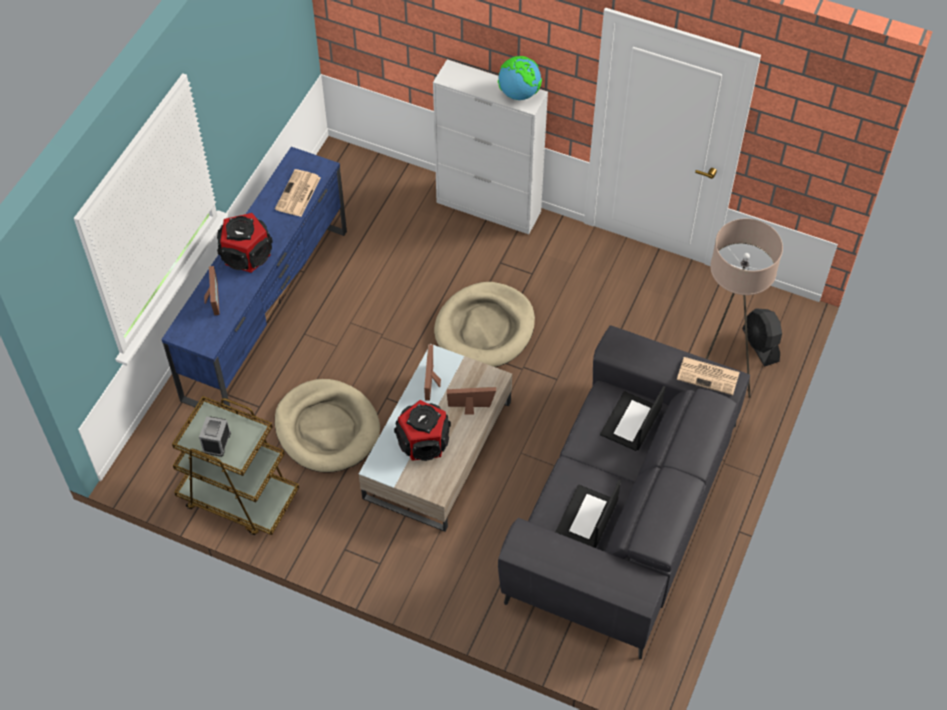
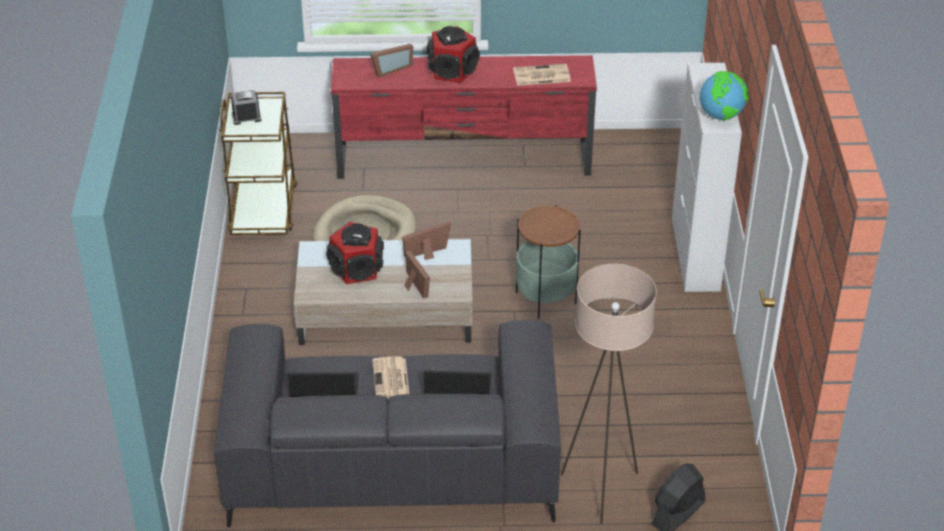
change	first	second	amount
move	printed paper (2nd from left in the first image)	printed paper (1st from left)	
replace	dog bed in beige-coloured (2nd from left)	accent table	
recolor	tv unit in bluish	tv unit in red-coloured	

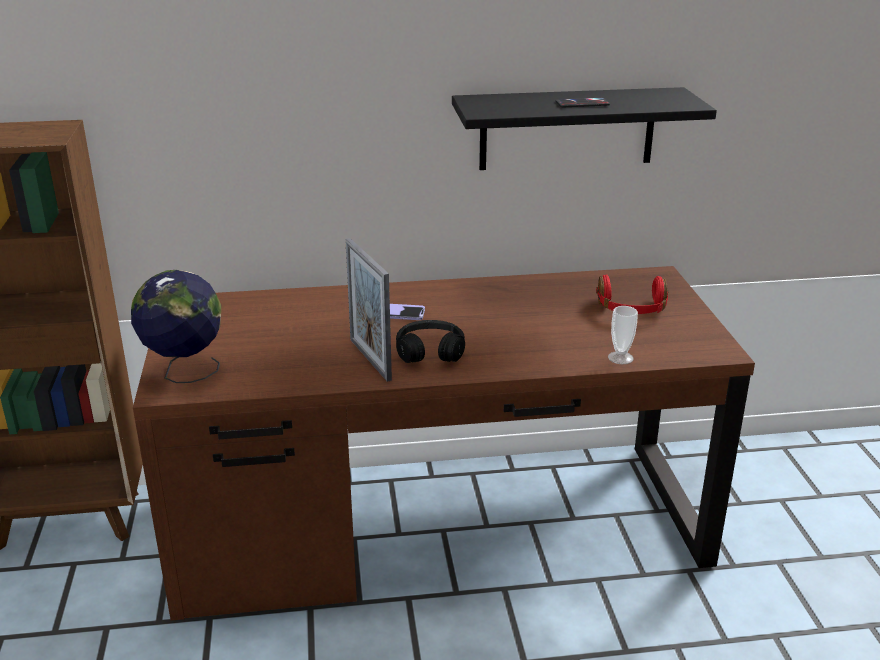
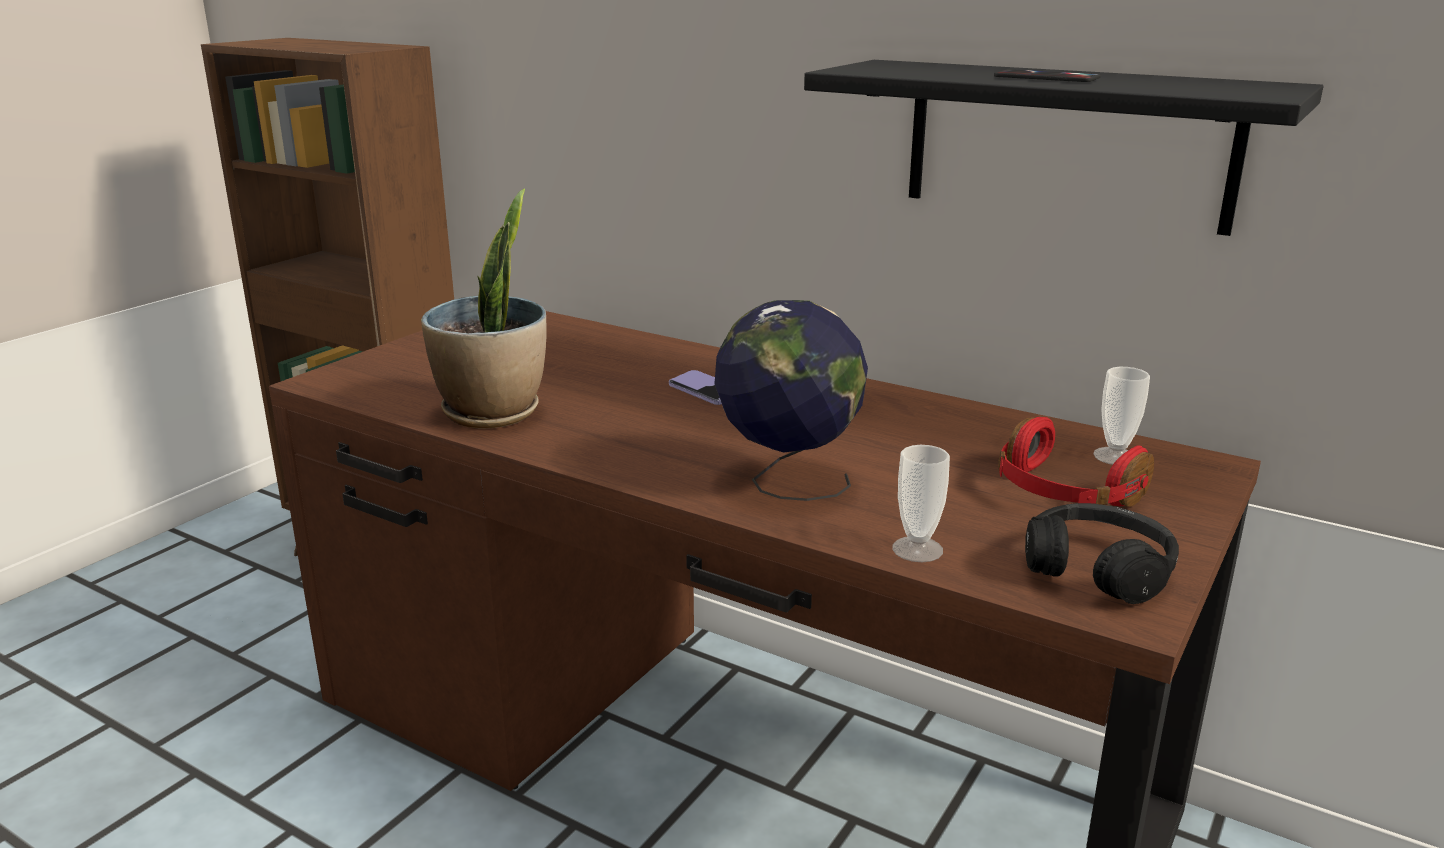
change	first	second	amount
delete	picture frame		
insert		houseplant	
insert		cup (2nd from left)	
move	globe		
move	pair of headphones in blackish		

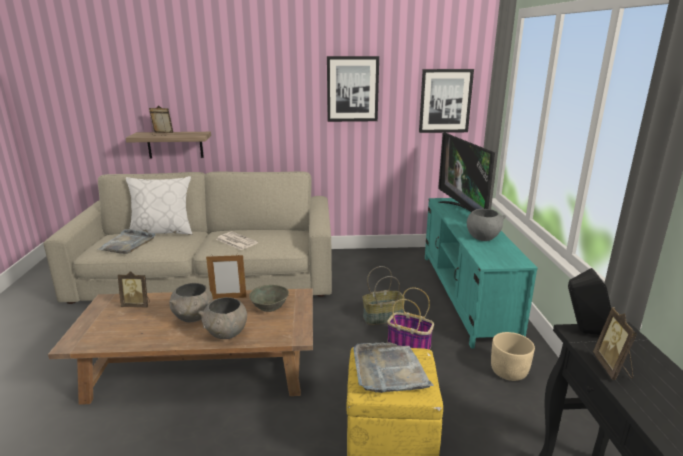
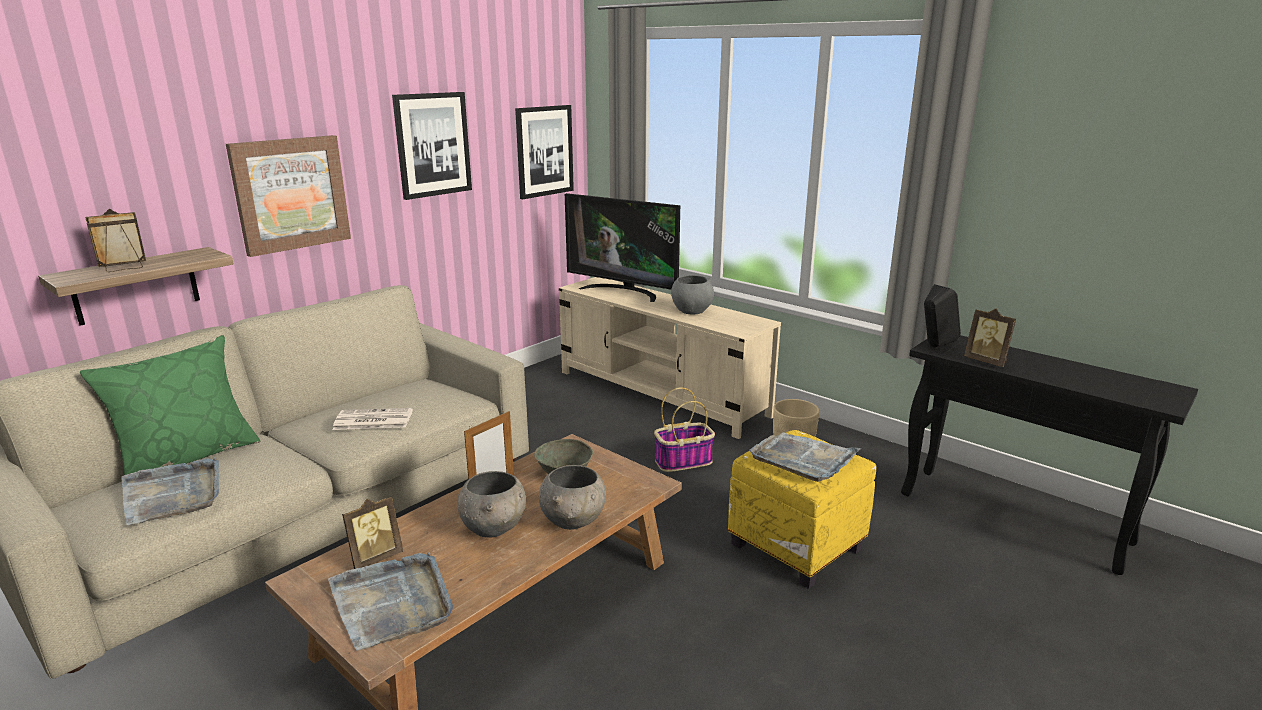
change	first	second	amount
delete	household basket (1st from left)		
insert		wall art (1st from left)	
insert		tray in gray (2nd from left)	
recolor	throw pillow in whitish	throw pillow in greenish	
recolor	tv unit in turquoise	tv unit in beige-coloured	

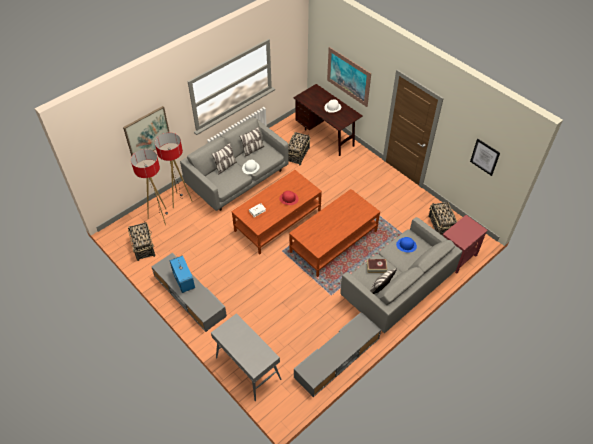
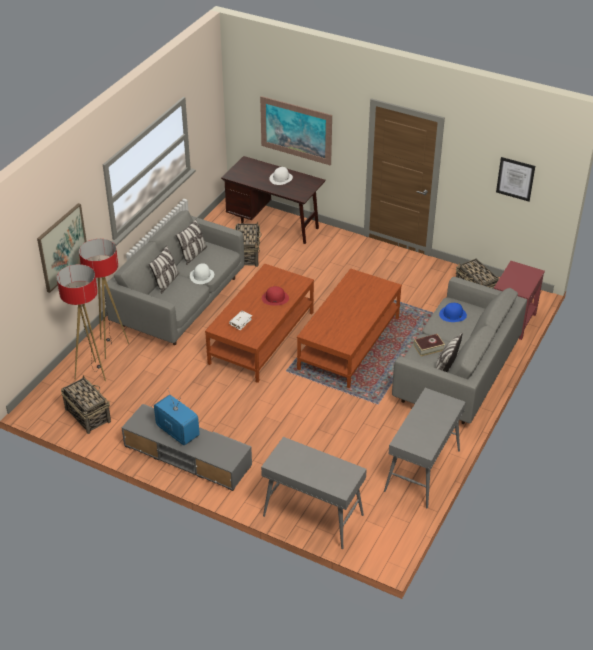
change	first	second	amount
replace	tv unit in gray (2nd from left)	narrow table in gray (2nd from left)	

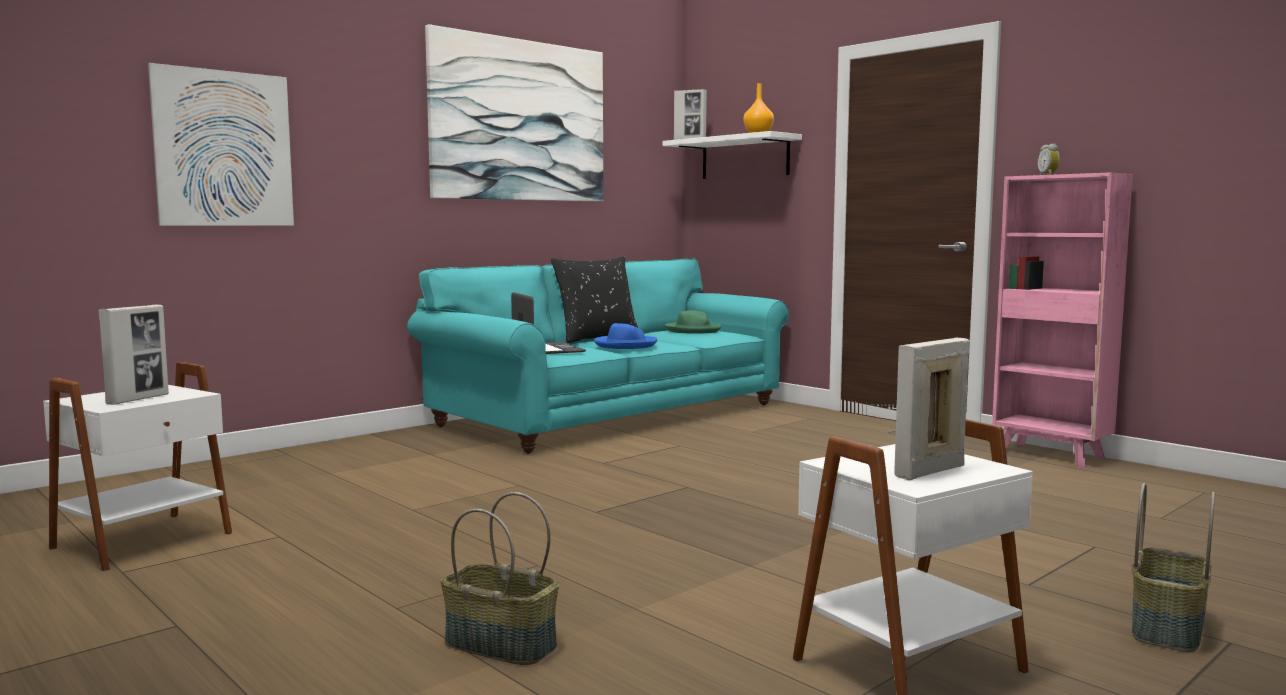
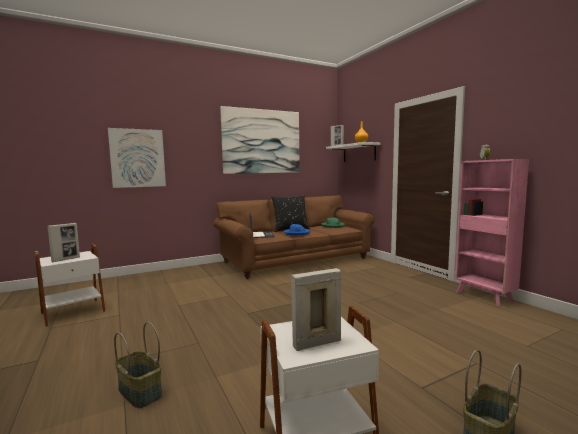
change	first	second	amount
recolor	settee in turquoise	settee in brownish	

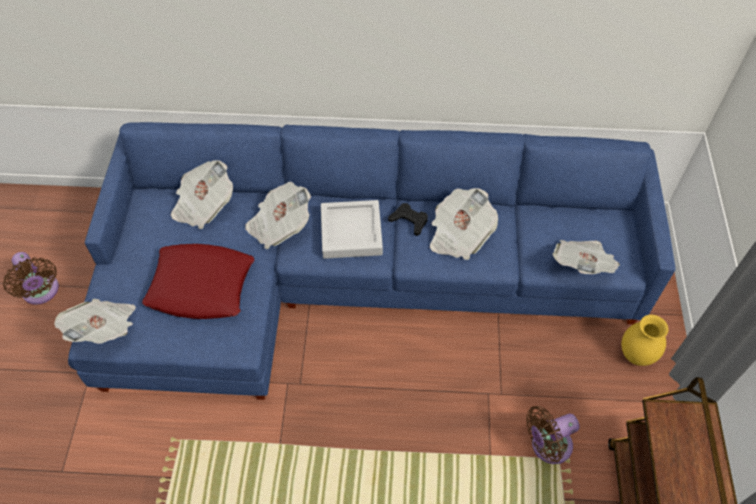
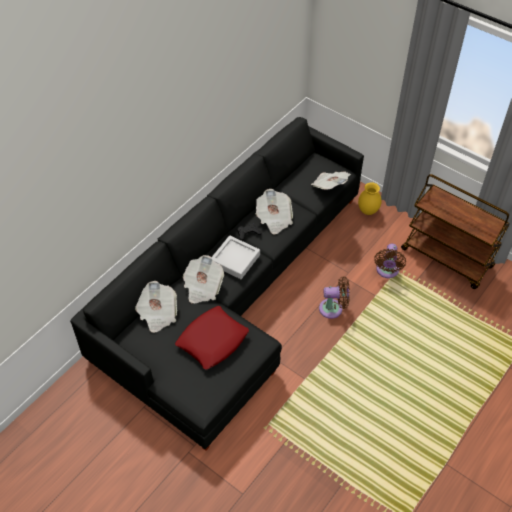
change	first	second	amount
delete	printed paper (1st from left)		
move	electric fan in brownish (1st from left)		
recolor	settee in bluish	settee in blackish	

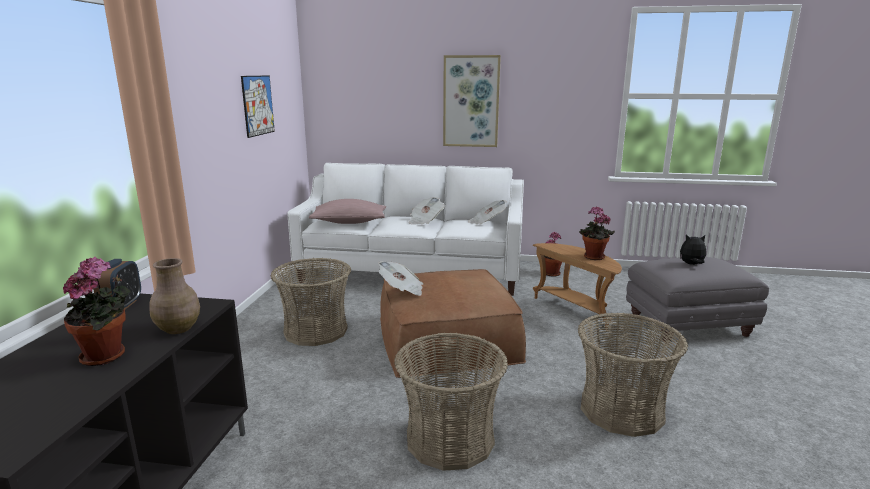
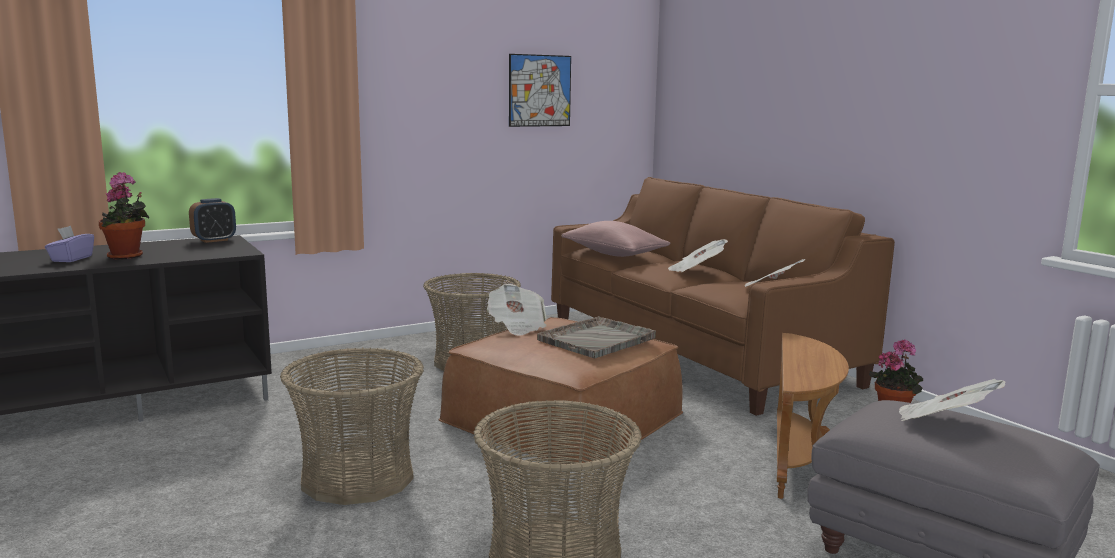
change	first	second	amount
delete	vase in brownish		
delete	wall art (2nd from left)		
delete	houseplant (3rd from left)		
insert		tissue box in purplish	
insert		tray in gray	
replace	soft toy	printed paper (4th from left)	
recolor	settee in whitish	settee in brownish	

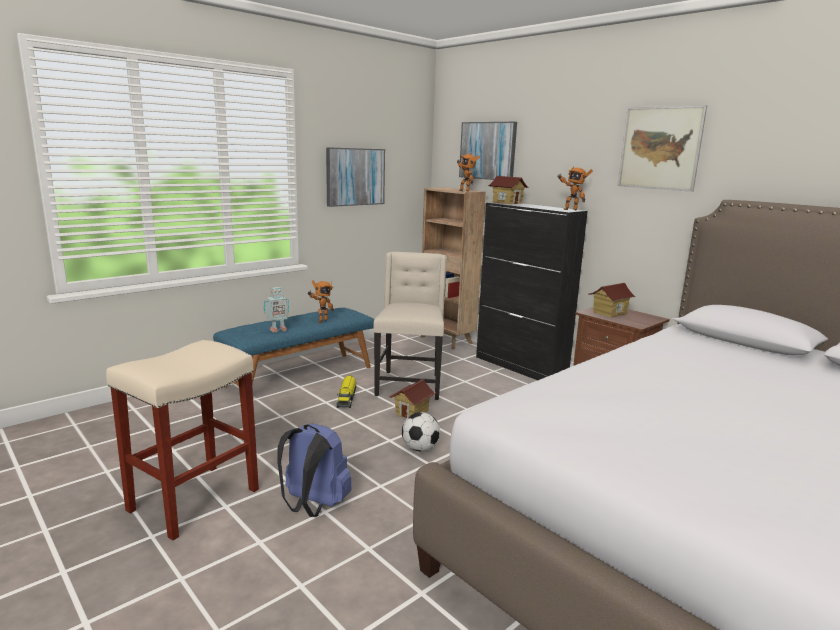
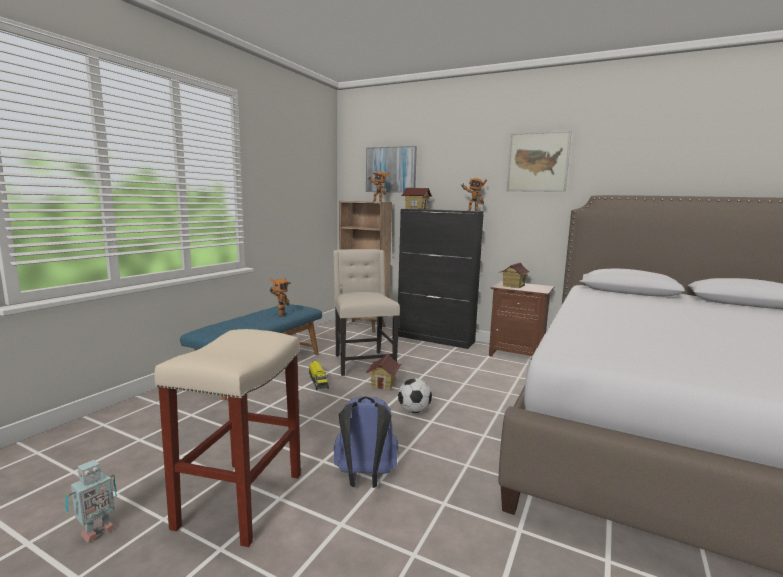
change	first	second	amount
delete	wall art (1st from left)		
move	robot figure (1st from left)		

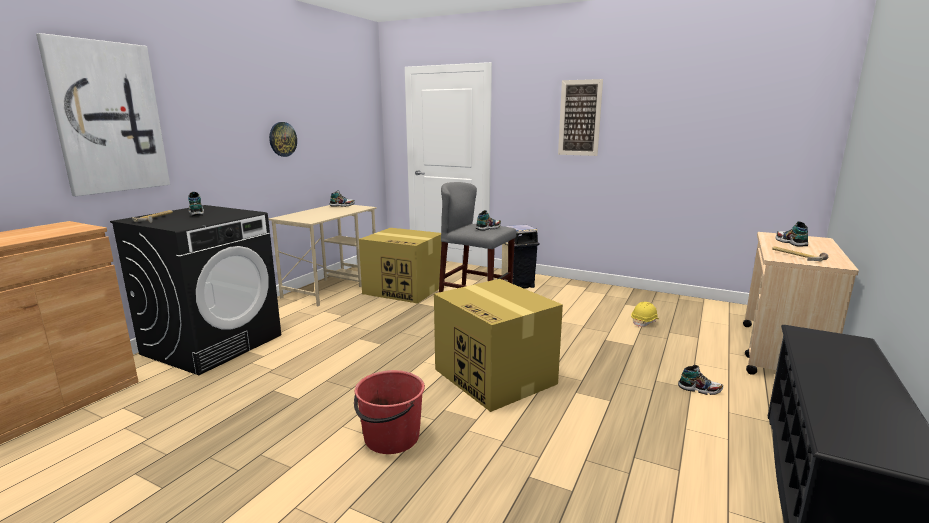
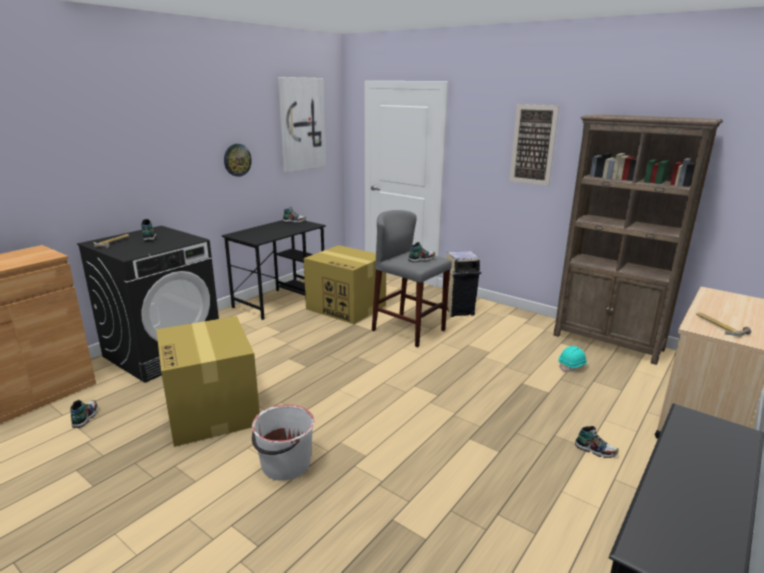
change	first	second	amount
insert		shelving unit in brownish	
move	wall art (1st from left)		
move	carton (2nd from left in the first image)	carton (1st from left)	
move	low shoe (5th from left in the first image)	low shoe (1st from left)	
recolor	desk in beige-coloured	desk in blackish	
recolor	water bucket in red-coloured	water bucket in whitish	
recolor	hard hat in yellow-coloured	hard hat in turquoise	

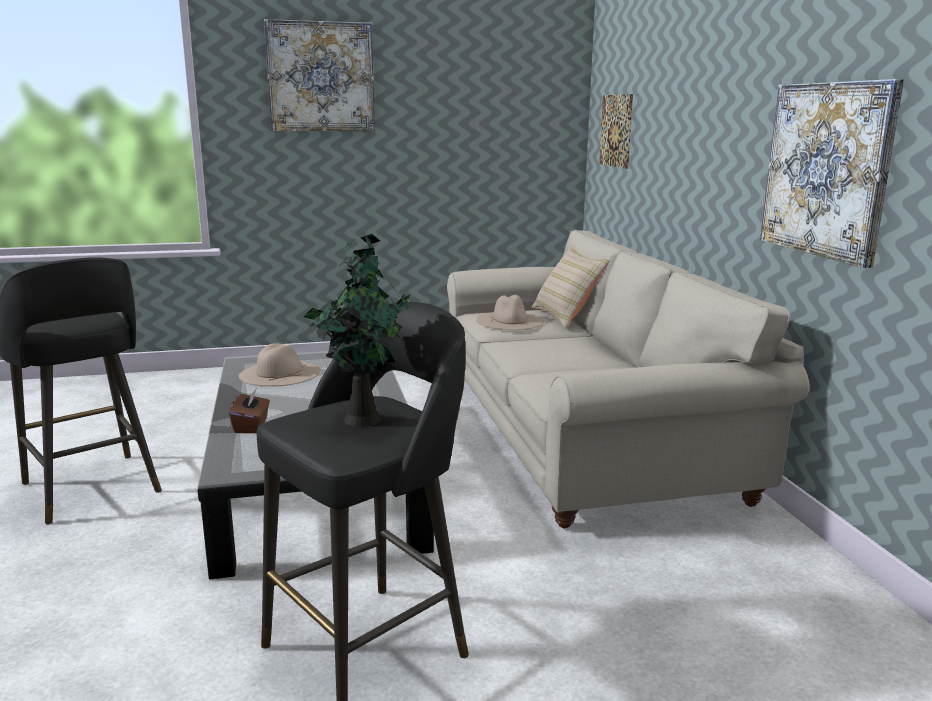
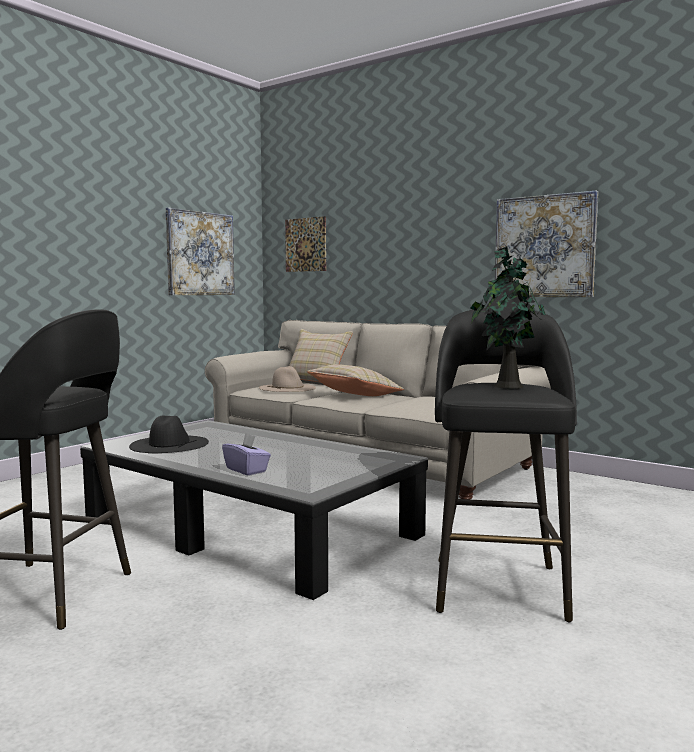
change	first	second	amount
insert		throw pillow in beige-coloured (2nd from left)	
move	wall art (1st from left)		
recolor	tissue box in brownish	tissue box in purplish	
recolor	wearable hat in beige-coloured (1st from left)	wearable hat in blackish	

